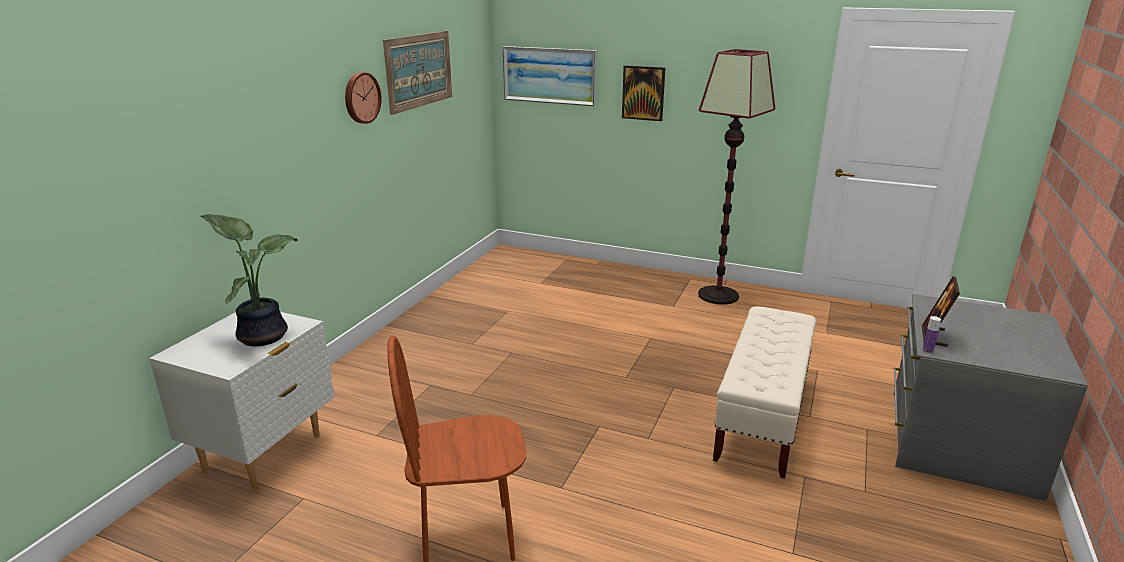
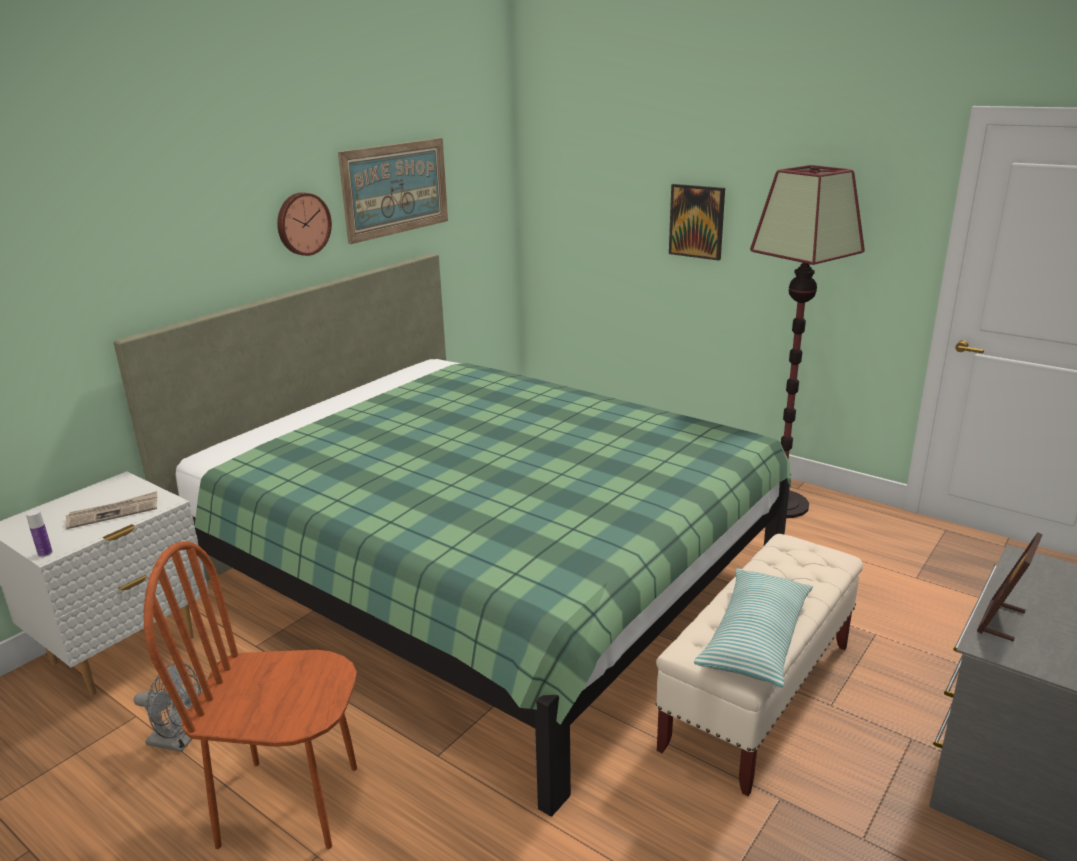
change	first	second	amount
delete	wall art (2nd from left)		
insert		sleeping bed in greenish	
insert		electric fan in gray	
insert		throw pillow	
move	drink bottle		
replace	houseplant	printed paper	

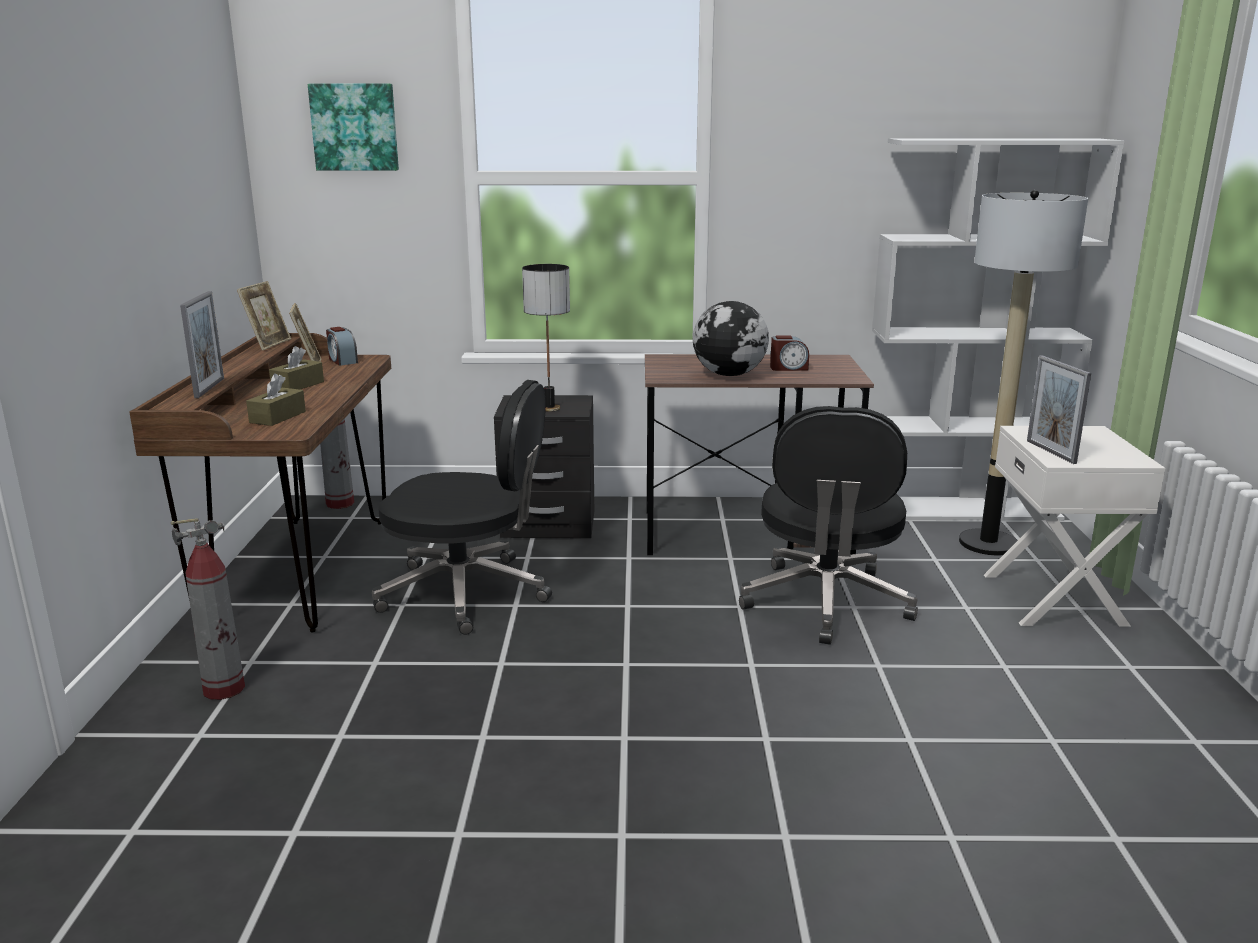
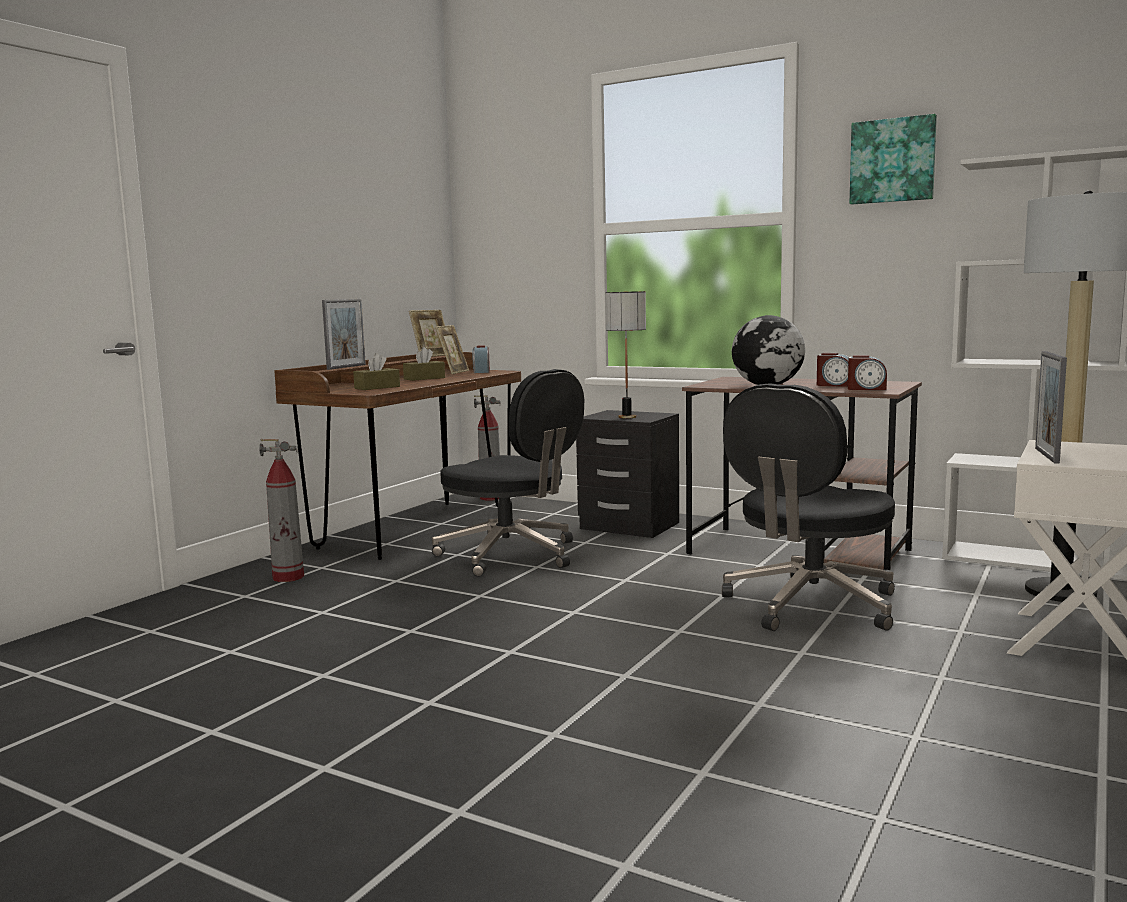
change	first	second	amount
insert		table clock (3rd from left)	
move	wall art		

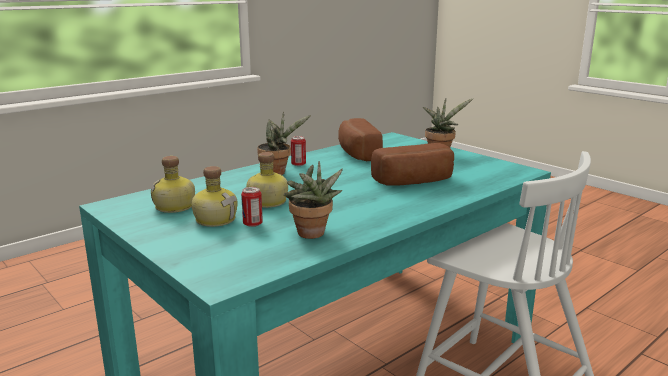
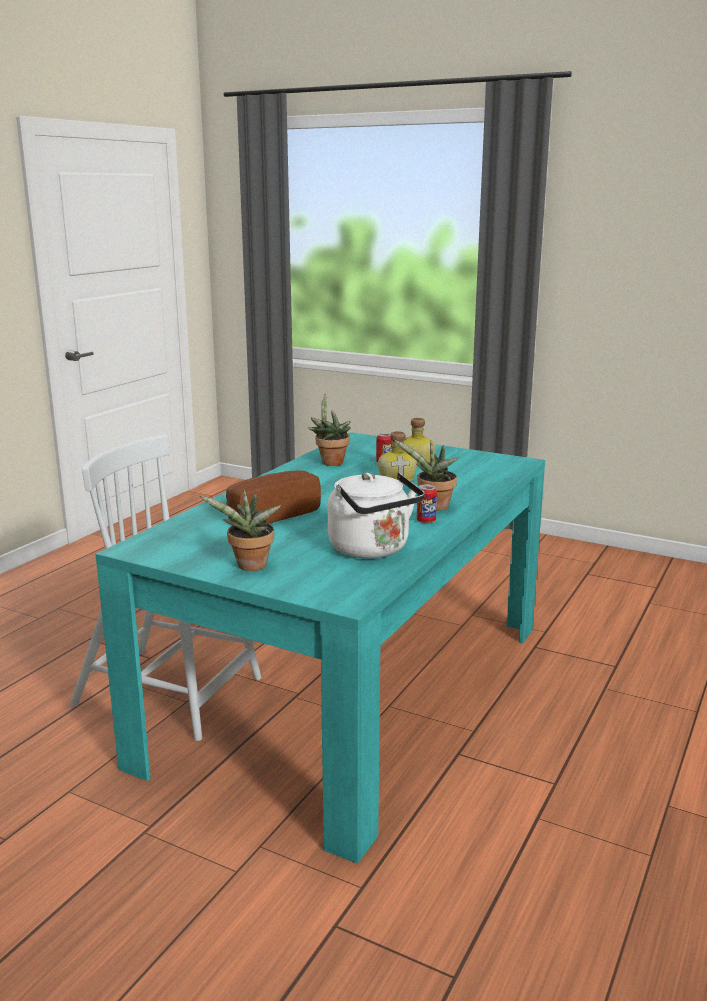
change	first	second	amount
delete	drink bottle (1st from left)		
replace	bakery bread (1st from left)	tea kettle in whitish	

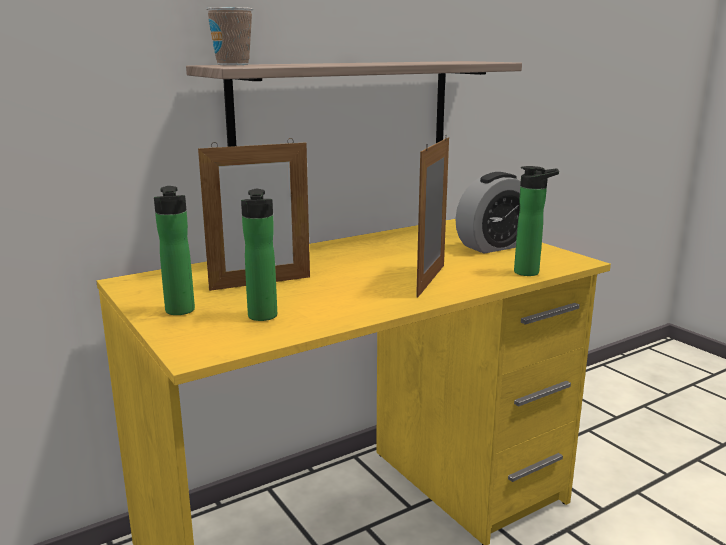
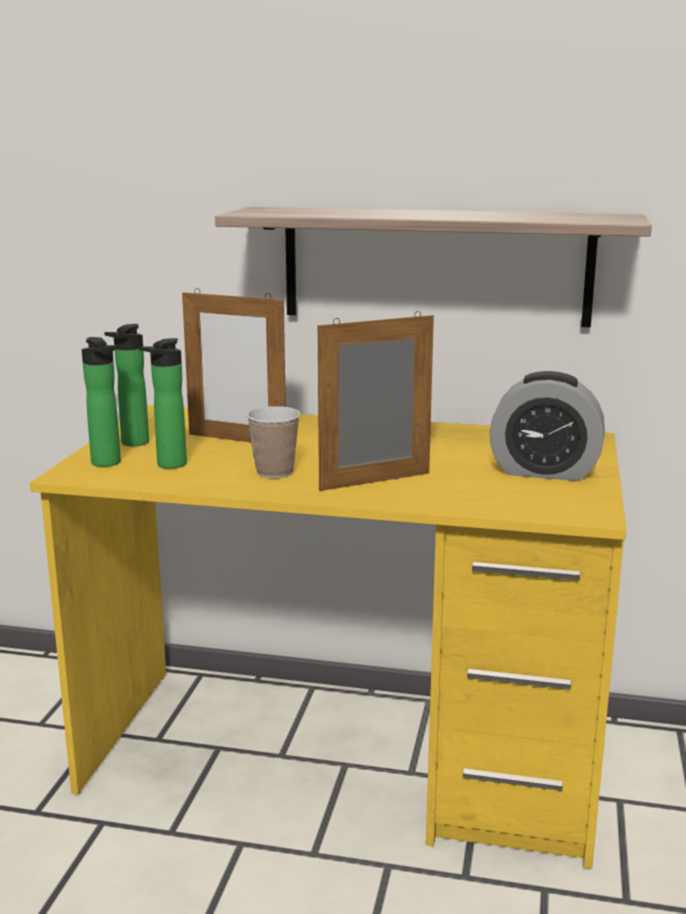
change	first	second	amount
move	cup		
move	drink bottle (3rd from left in the first image)	drink bottle (1st from left)	

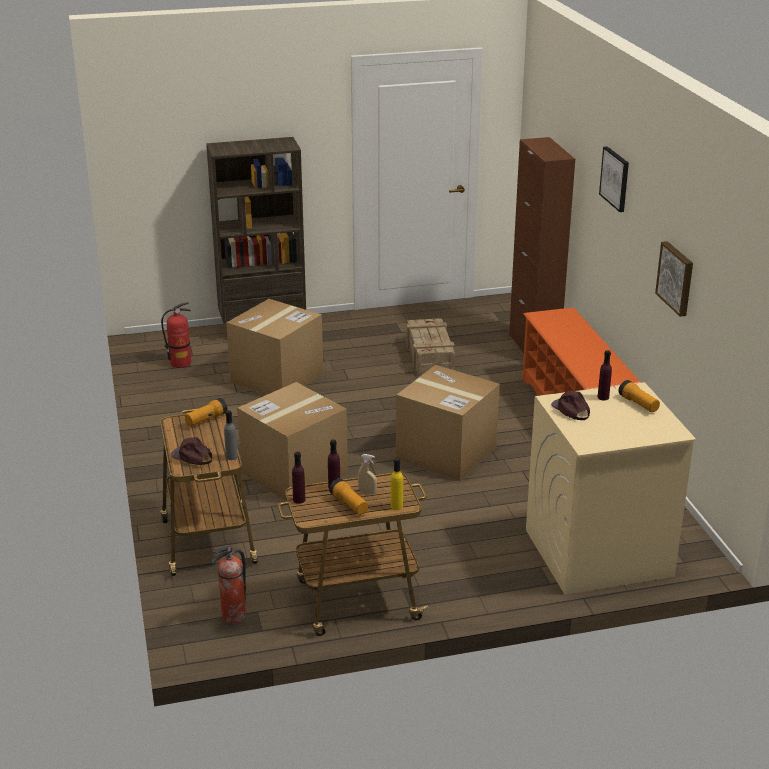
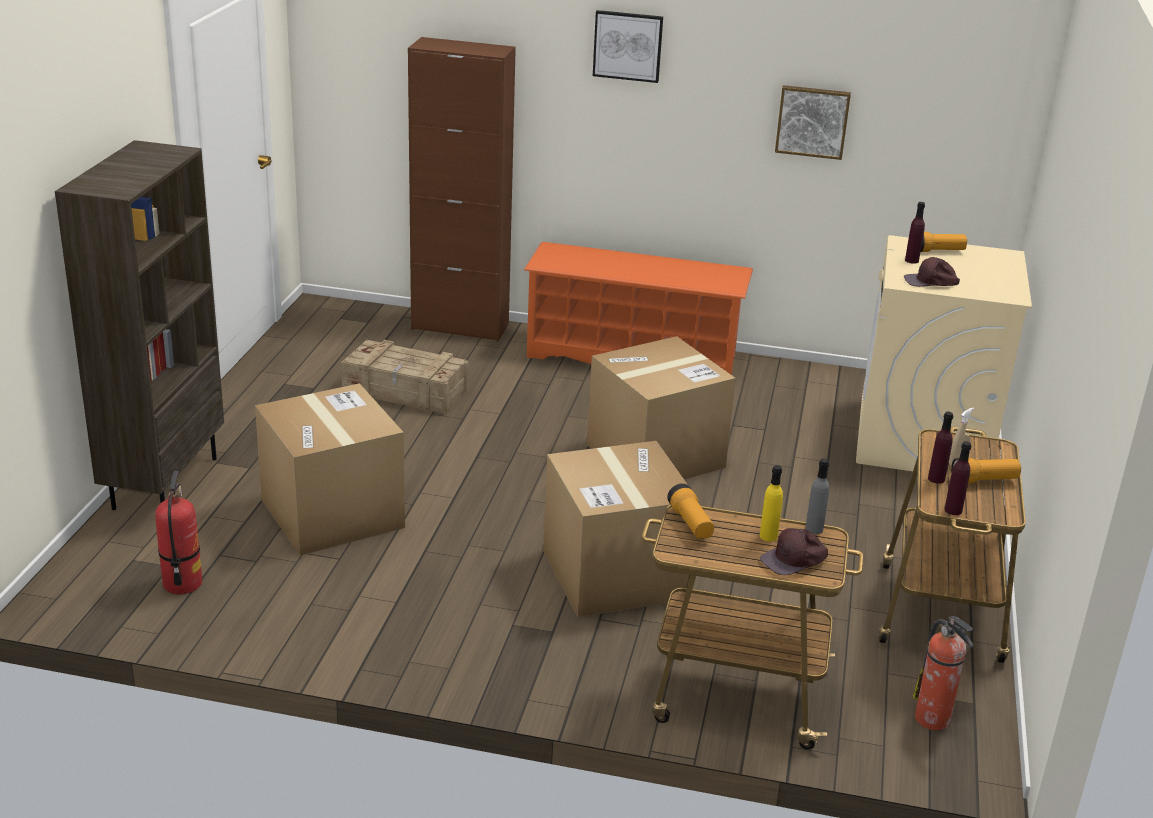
change	first	second	amount
move	drink bottle in yellow-coloured		

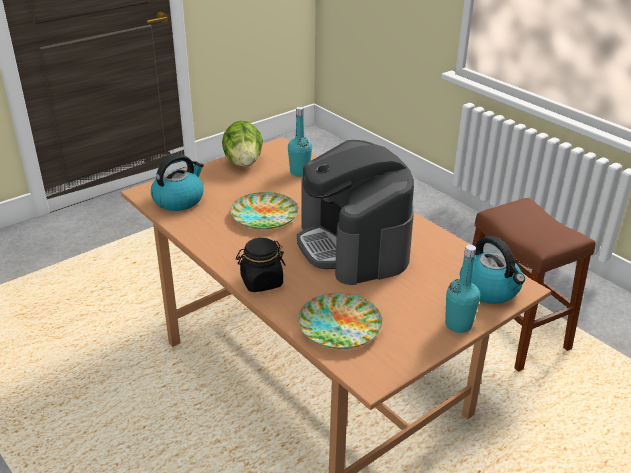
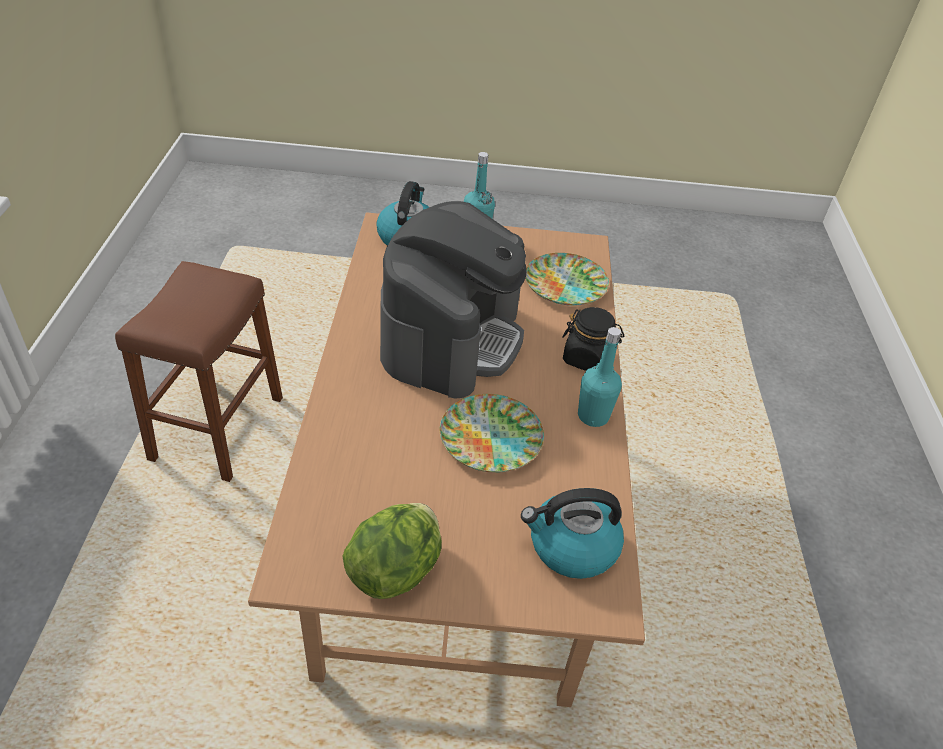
change	first	second	amount
move	drink bottle in turquoise (1st from left in the first image)	drink bottle in turquoise (2nd from left)	

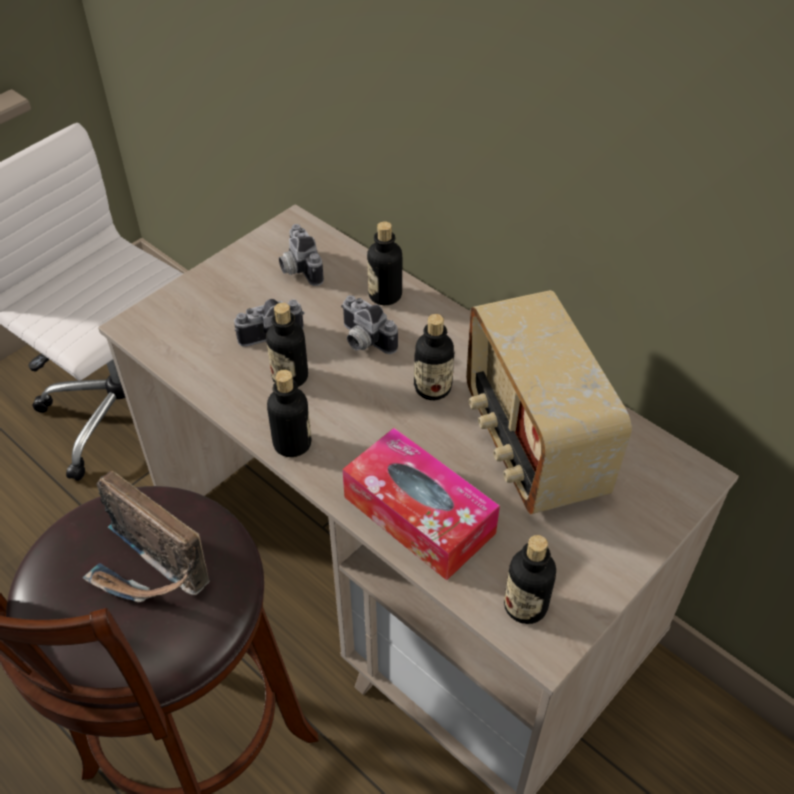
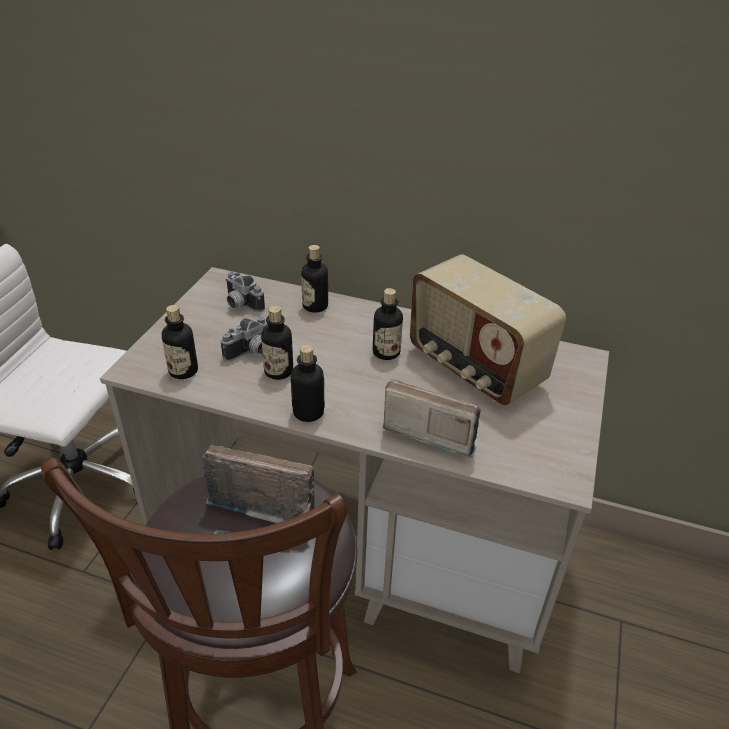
change	first	second	amount
delete	still camera (3rd from left)		
move	drink bottle (5th from left in the first image)	drink bottle (1st from left)	
replace	tissue box	radio receiver (2nd from left)	

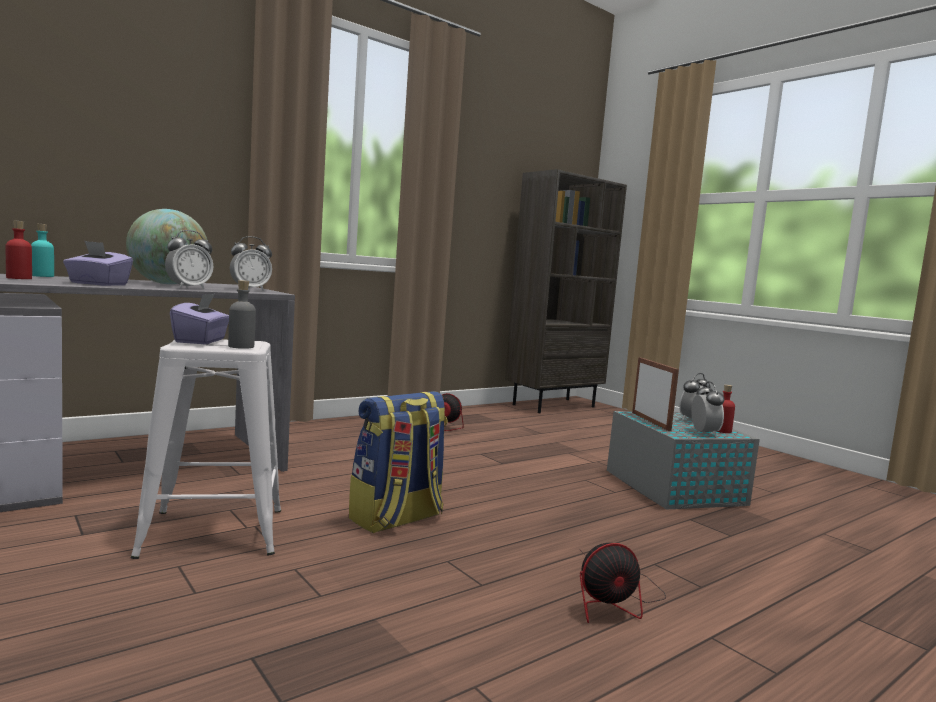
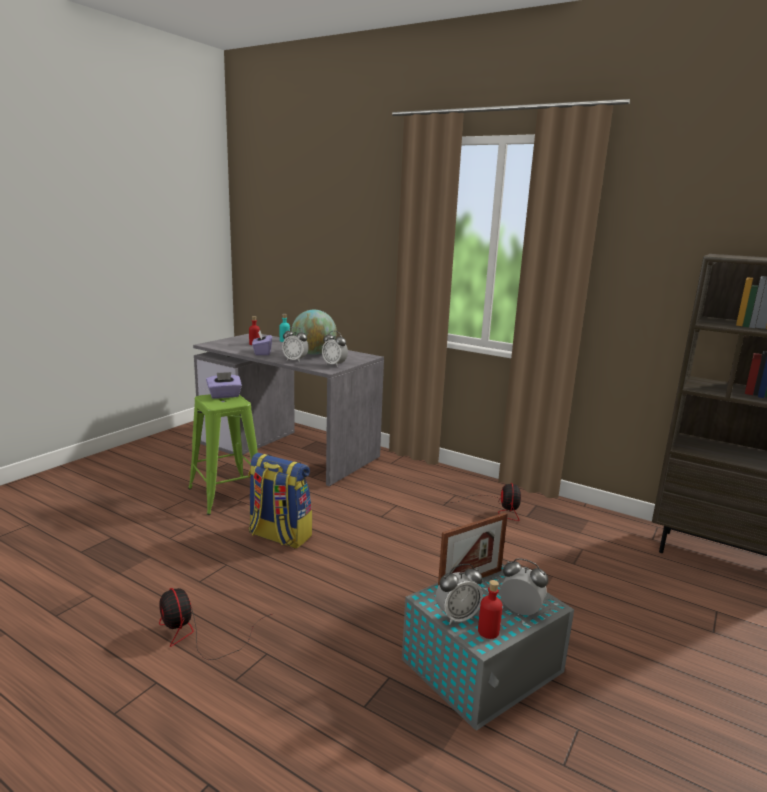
change	first	second	amount
delete	drink bottle in gray		
recolor	stool in whitish	stool in greenish	

